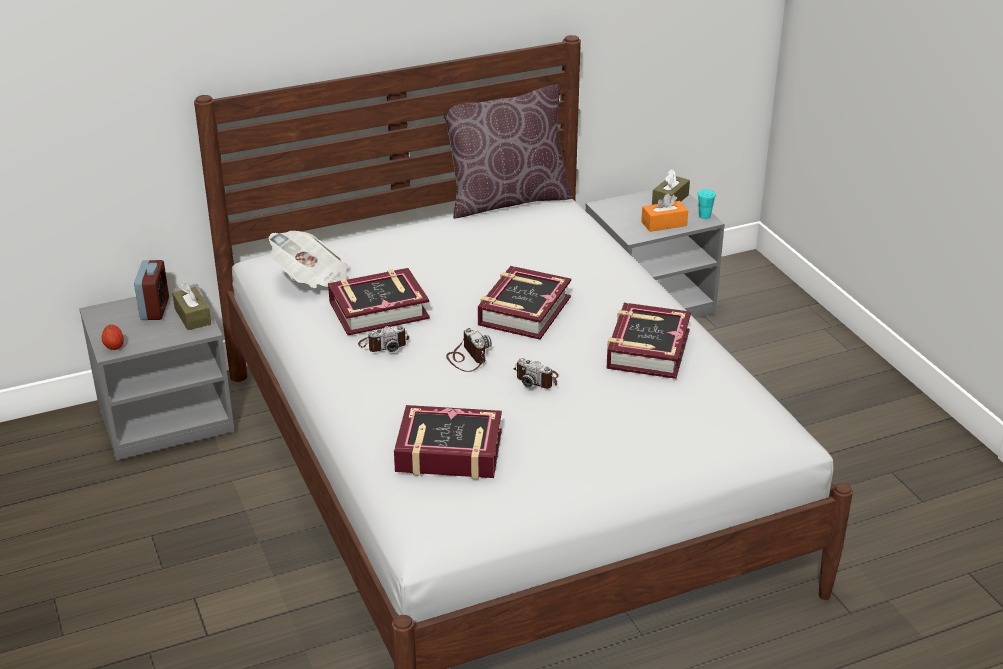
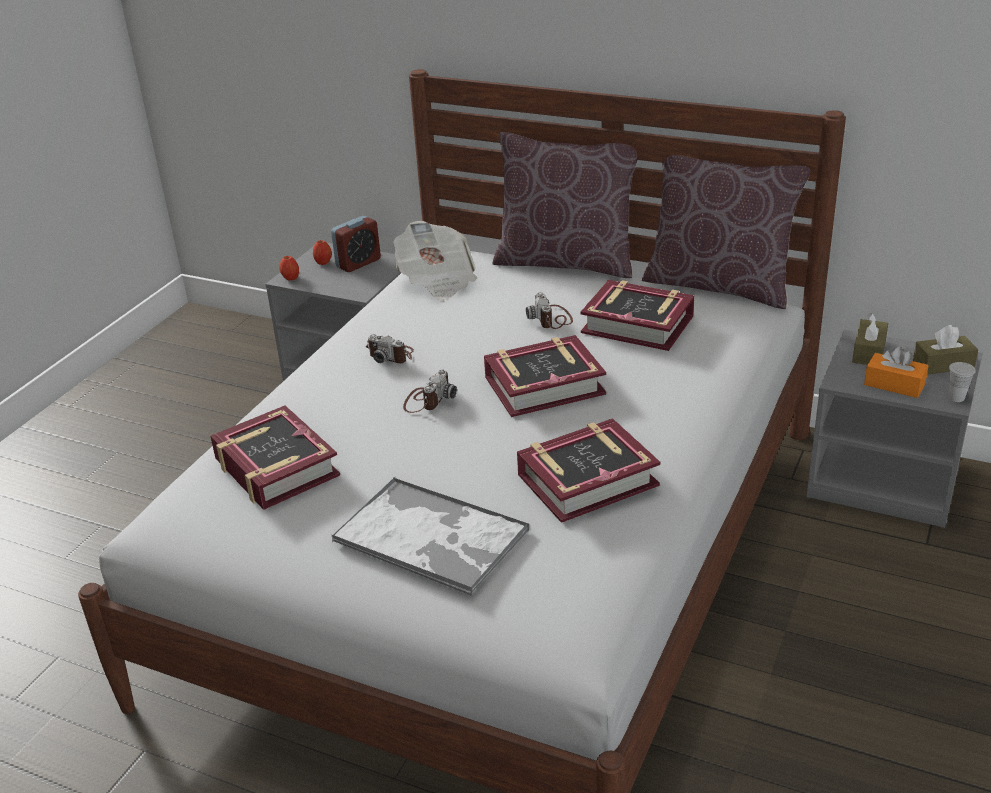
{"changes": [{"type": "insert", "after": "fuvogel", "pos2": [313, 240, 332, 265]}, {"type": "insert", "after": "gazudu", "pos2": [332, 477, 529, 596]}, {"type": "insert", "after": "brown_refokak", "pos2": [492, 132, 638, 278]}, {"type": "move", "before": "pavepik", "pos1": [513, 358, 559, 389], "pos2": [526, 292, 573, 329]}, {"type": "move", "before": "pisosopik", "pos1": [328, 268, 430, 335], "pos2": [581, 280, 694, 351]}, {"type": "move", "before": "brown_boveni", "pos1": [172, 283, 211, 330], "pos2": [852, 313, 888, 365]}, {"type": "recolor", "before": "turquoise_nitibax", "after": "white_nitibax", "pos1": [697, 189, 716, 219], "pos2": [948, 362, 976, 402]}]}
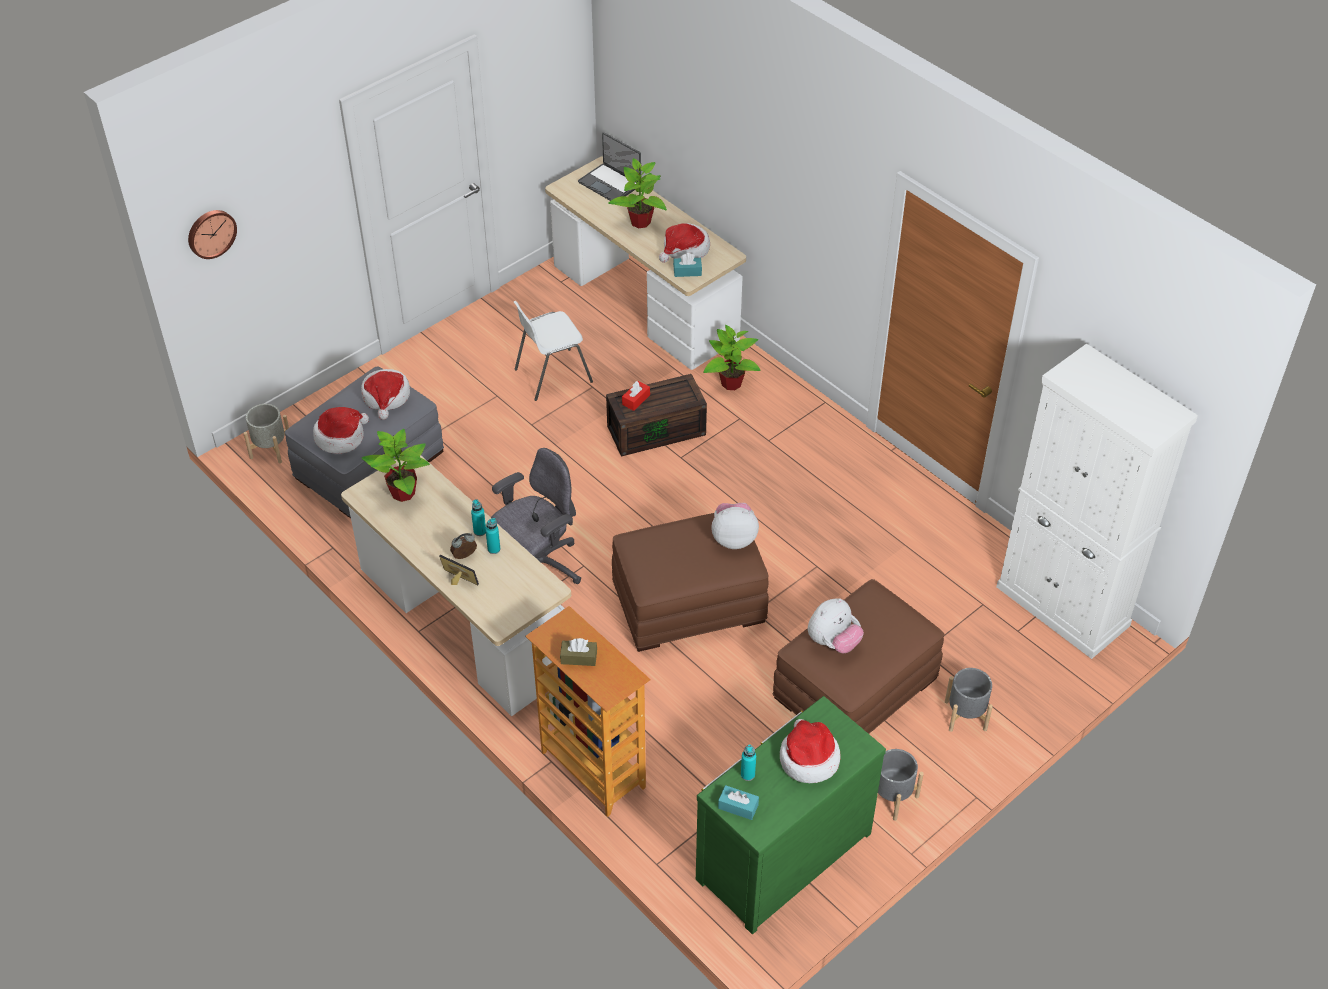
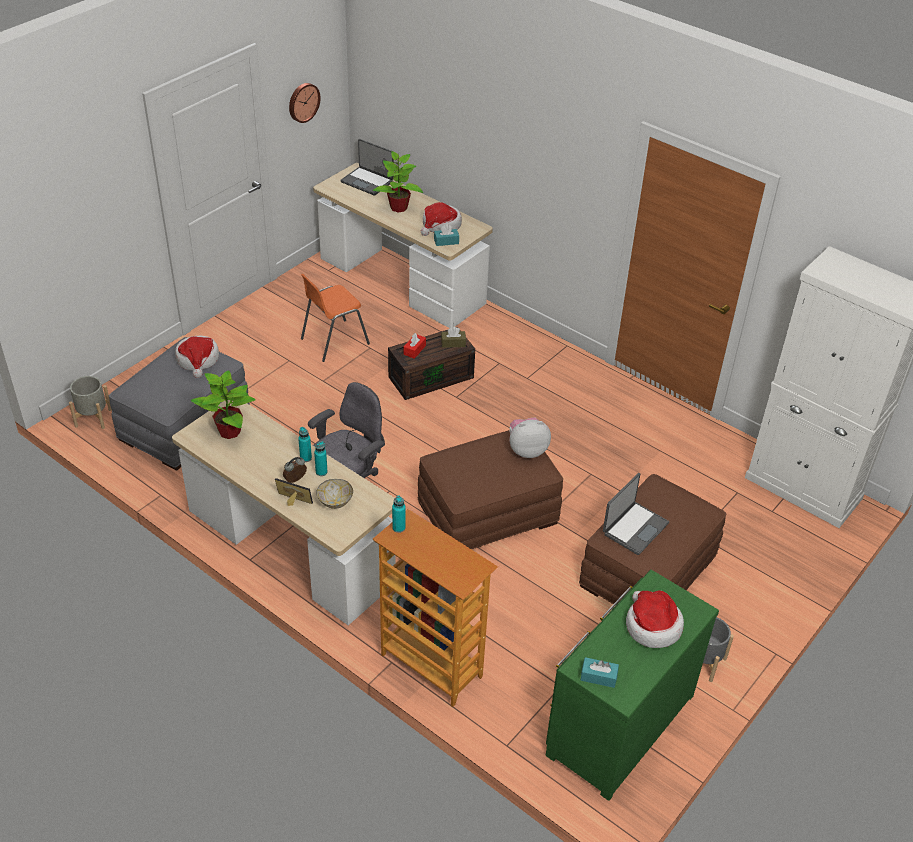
{"changes": [{"type": "move", "before": "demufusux", "pos1": [188, 210, 237, 259], "pos2": [289, 83, 321, 123]}, {"type": "recolor", "before": "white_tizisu", "after": "orange_tizisu", "pos1": [514, 301, 593, 401], "pos2": [301, 274, 370, 362]}, {"type": "insert", "after": "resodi", "pos2": [316, 479, 353, 509]}, {"type": "move", "before": "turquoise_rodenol", "pos1": [741, 744, 756, 781], "pos2": [392, 495, 406, 533]}, {"type": "move", "before": "brown_boveni", "pos1": [560, 638, 597, 666], "pos2": [441, 327, 466, 348]}, {"type": "replace", "before": "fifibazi", "after": "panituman", "pos1": [808, 598, 864, 653], "pos2": [603, 473, 669, 555]}, {"type": "delete", "before": "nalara", "pos1": [313, 407, 369, 454]}, {"type": "delete", "before": "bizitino", "pos1": [703, 325, 760, 390]}, {"type": "delete", "before": "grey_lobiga", "pos1": [945, 668, 993, 732]}]}
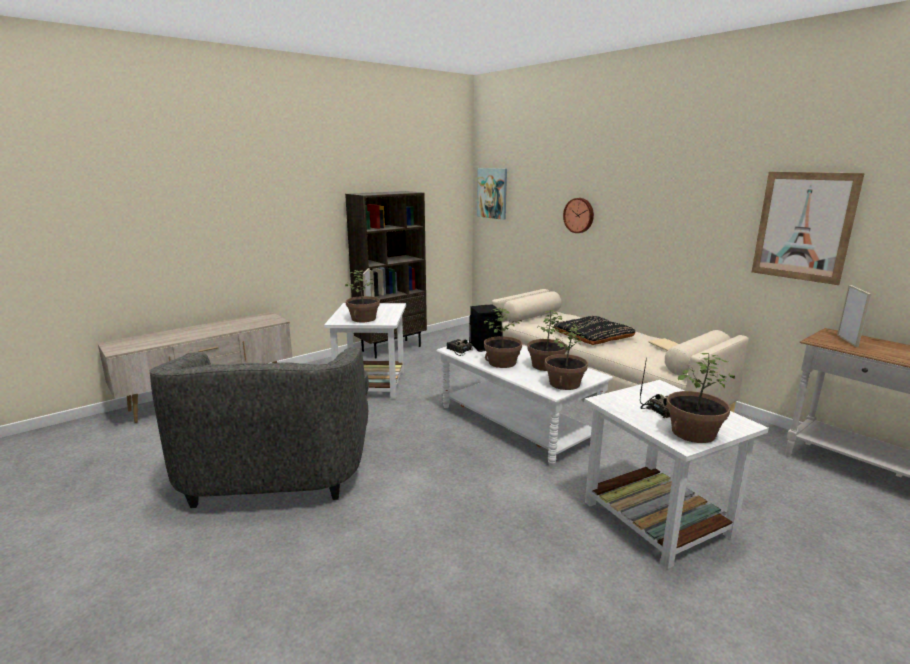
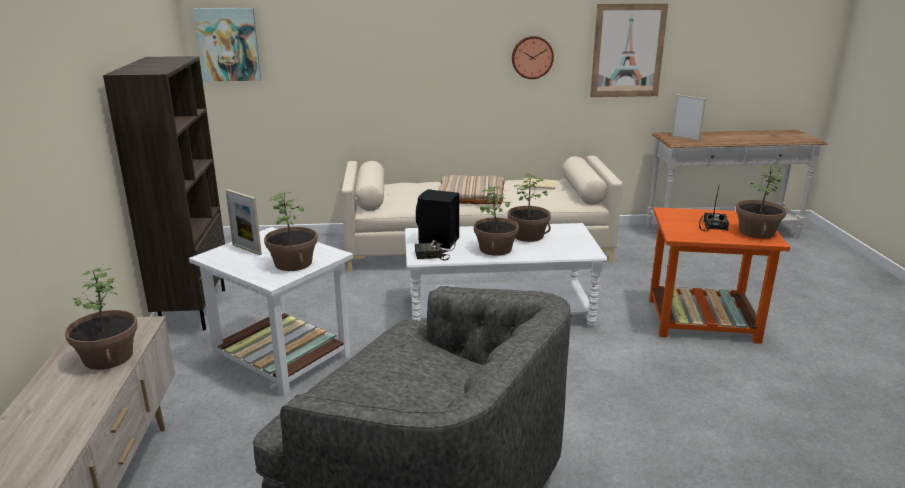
{"changes": [{"type": "move", "before": "bizitino", "pos1": [545, 324, 588, 390], "pos2": [65, 268, 137, 370]}, {"type": "recolor", "before": "black_refokak", "after": "beige_refokak", "pos1": [554, 316, 636, 345], "pos2": [438, 175, 505, 204]}, {"type": "move", "before": "demufusux", "pos1": [563, 198, 594, 233], "pos2": [512, 36, 554, 79]}, {"type": "recolor", "before": "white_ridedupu", "after": "orange_ridedupu", "pos1": [584, 380, 769, 569], "pos2": [649, 207, 790, 344]}]}
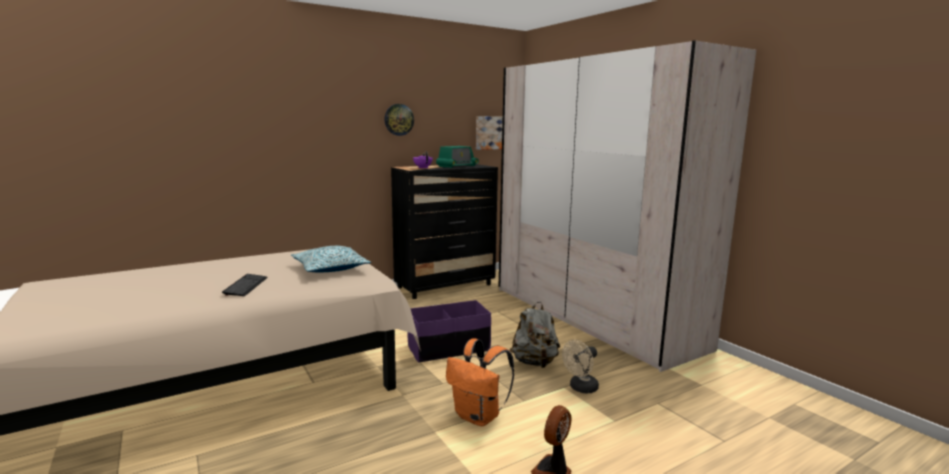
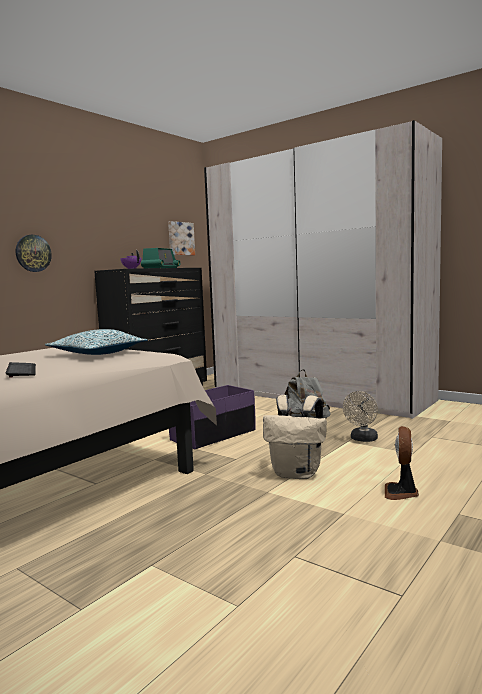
{"changes": [{"type": "move", "before": "demufusux", "pos1": [384, 104, 414, 136], "pos2": [16, 235, 52, 272]}, {"type": "recolor", "before": "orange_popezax", "after": "beige_popezax", "pos1": [446, 338, 514, 426], "pos2": [263, 395, 327, 479]}]}
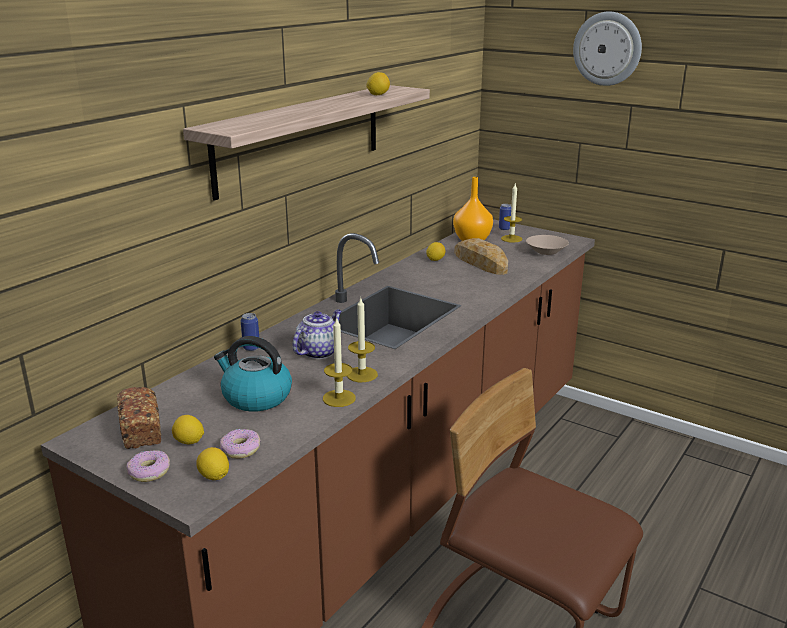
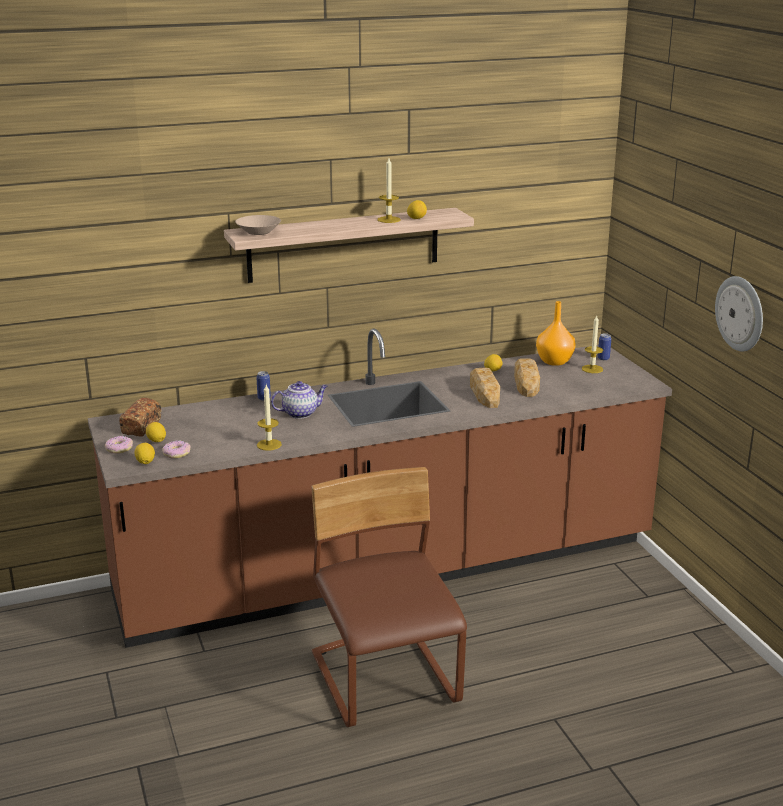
{"changes": [{"type": "move", "before": "beige_resodi", "pos1": [526, 235, 569, 255], "pos2": [235, 215, 281, 235]}, {"type": "move", "before": "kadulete", "pos1": [347, 298, 378, 382], "pos2": [377, 158, 401, 223]}, {"type": "insert", "after": "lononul", "pos2": [470, 367, 500, 408]}, {"type": "move", "before": "demufusux", "pos1": [573, 11, 642, 86], "pos2": [715, 276, 763, 352]}, {"type": "delete", "before": "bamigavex", "pos1": [214, 336, 292, 412]}]}
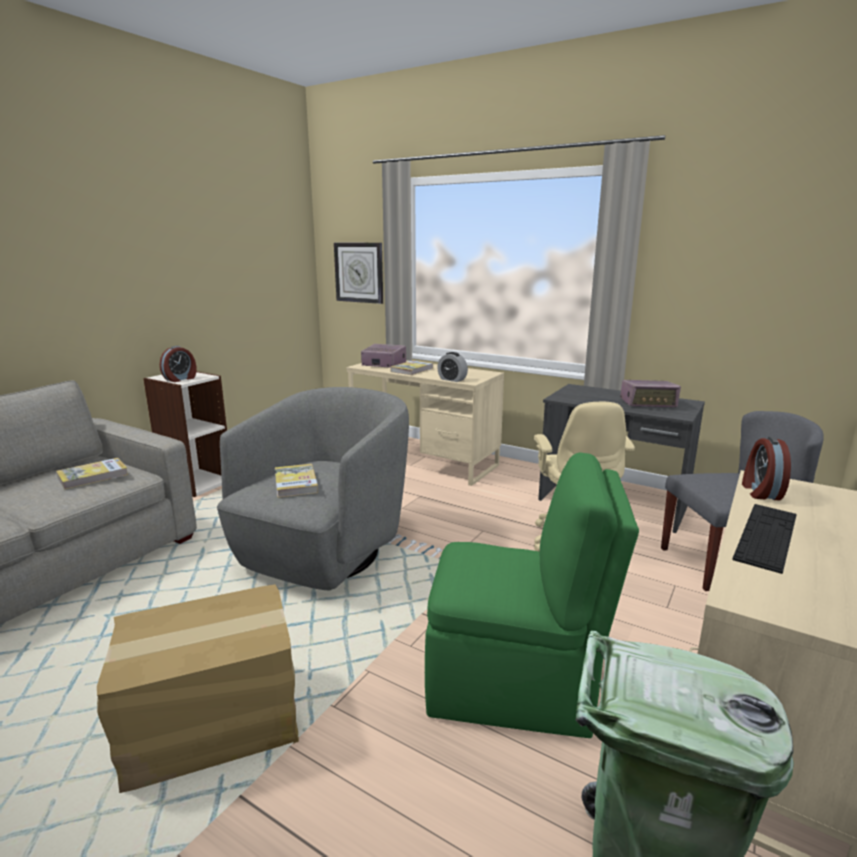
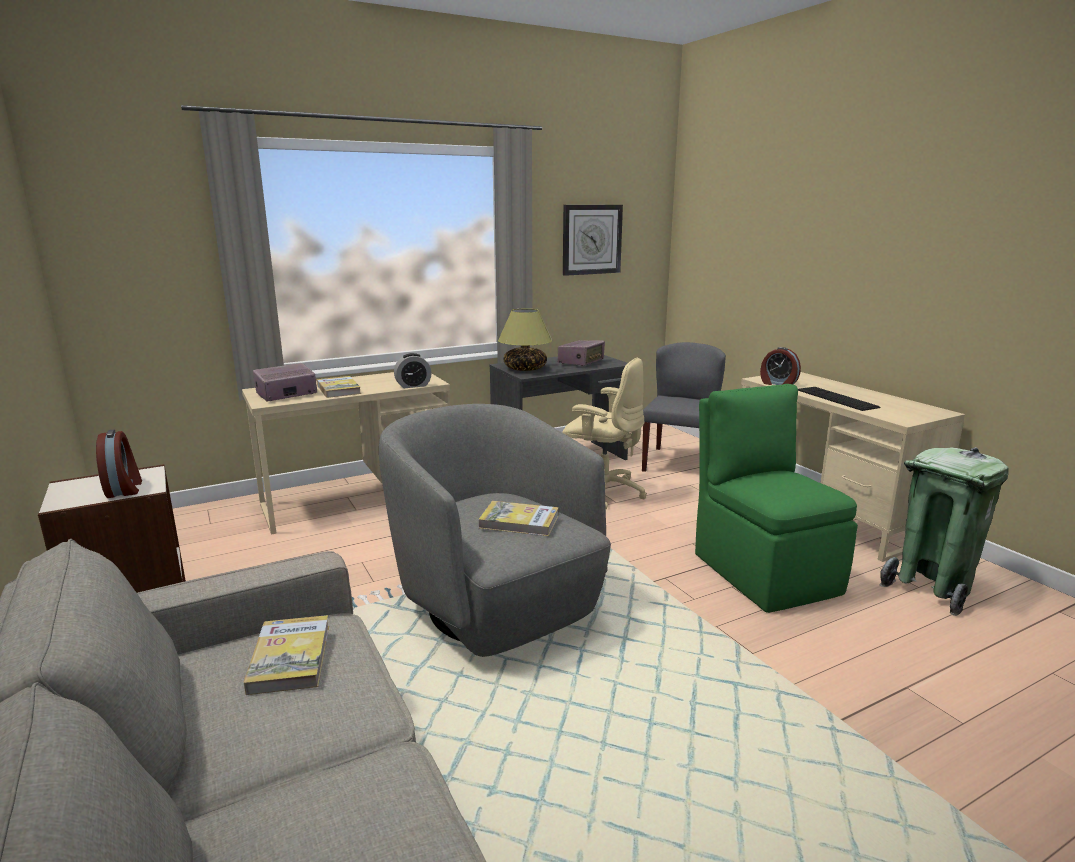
{"changes": [{"type": "insert", "after": "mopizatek", "pos2": [498, 308, 552, 371]}, {"type": "move", "before": "demufusux", "pos1": [334, 243, 383, 304], "pos2": [563, 205, 623, 276]}, {"type": "rotate", "before": "green_tizisu", "pos1": [425, 452, 639, 738], "pos2": [695, 384, 858, 613], "turn": -60}, {"type": "delete", "before": "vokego", "pos1": [97, 584, 299, 793]}]}
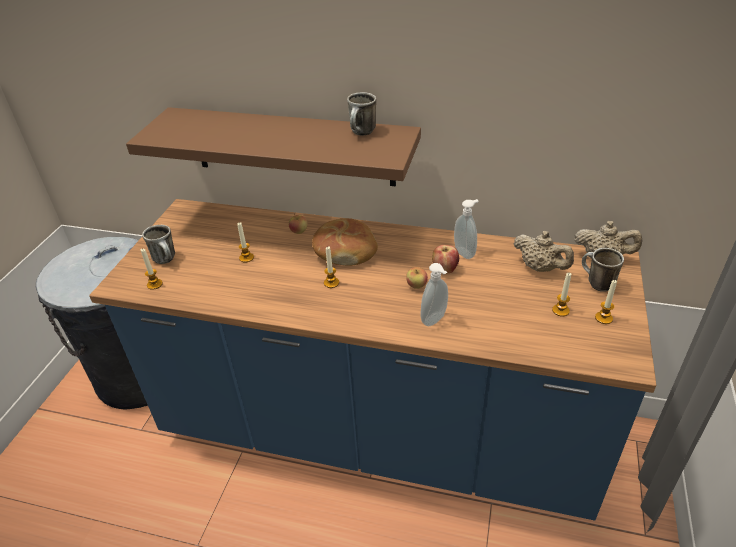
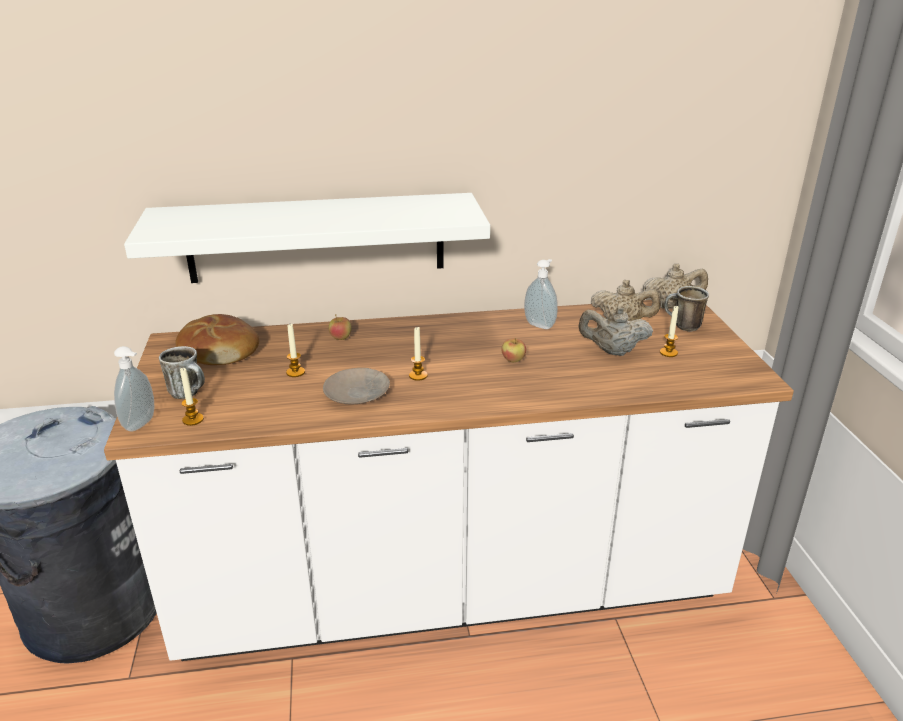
{"changes": [{"type": "recolor", "before": "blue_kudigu", "after": "white_kudigu", "pos1": [89, 199, 656, 521], "pos2": [104, 300, 794, 661]}, {"type": "move", "before": "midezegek", "pos1": [421, 263, 448, 326], "pos2": [114, 346, 154, 432]}, {"type": "recolor", "before": "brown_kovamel", "after": "white_kovamel", "pos1": [126, 107, 421, 186], "pos2": [124, 193, 490, 283]}, {"type": "move", "before": "lononul", "pos1": [312, 218, 378, 266], "pos2": [176, 314, 260, 365]}, {"type": "insert", "after": "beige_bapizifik", "pos2": [323, 368, 390, 405]}, {"type": "insert", "after": "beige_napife", "pos2": [578, 306, 653, 356]}, {"type": "delete", "before": "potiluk", "pos1": [347, 92, 376, 136]}, {"type": "delete", "before": "fuvogel", "pos1": [432, 245, 459, 274]}, {"type": "delete", "before": "kadulete", "pos1": [595, 280, 617, 324]}]}
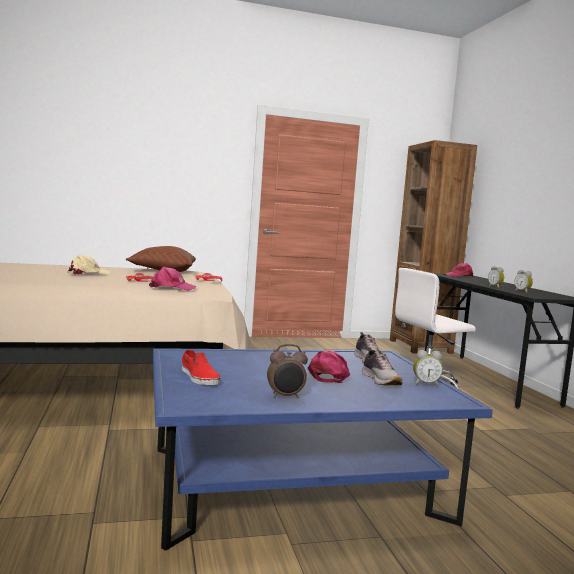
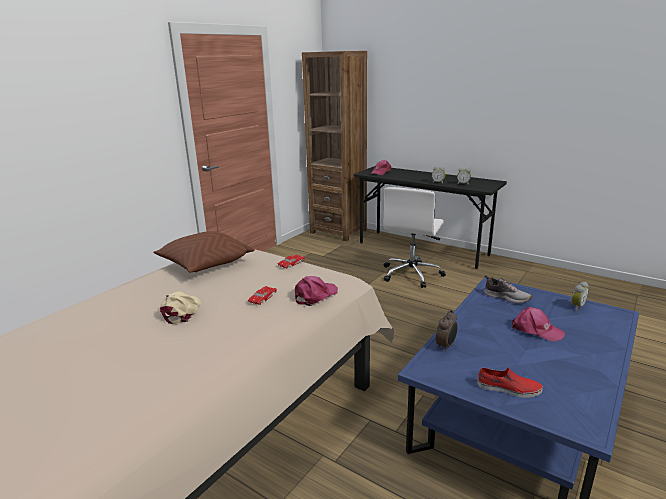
{"changes": [{"type": "move", "before": "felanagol", "pos1": [267, 344, 308, 398], "pos2": [436, 310, 458, 351]}, {"type": "rotate", "before": "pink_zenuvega", "pos1": [307, 350, 350, 383], "pos2": [512, 307, 565, 342], "turn": 150}, {"type": "delete", "before": "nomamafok", "pos1": [362, 347, 402, 385]}]}
